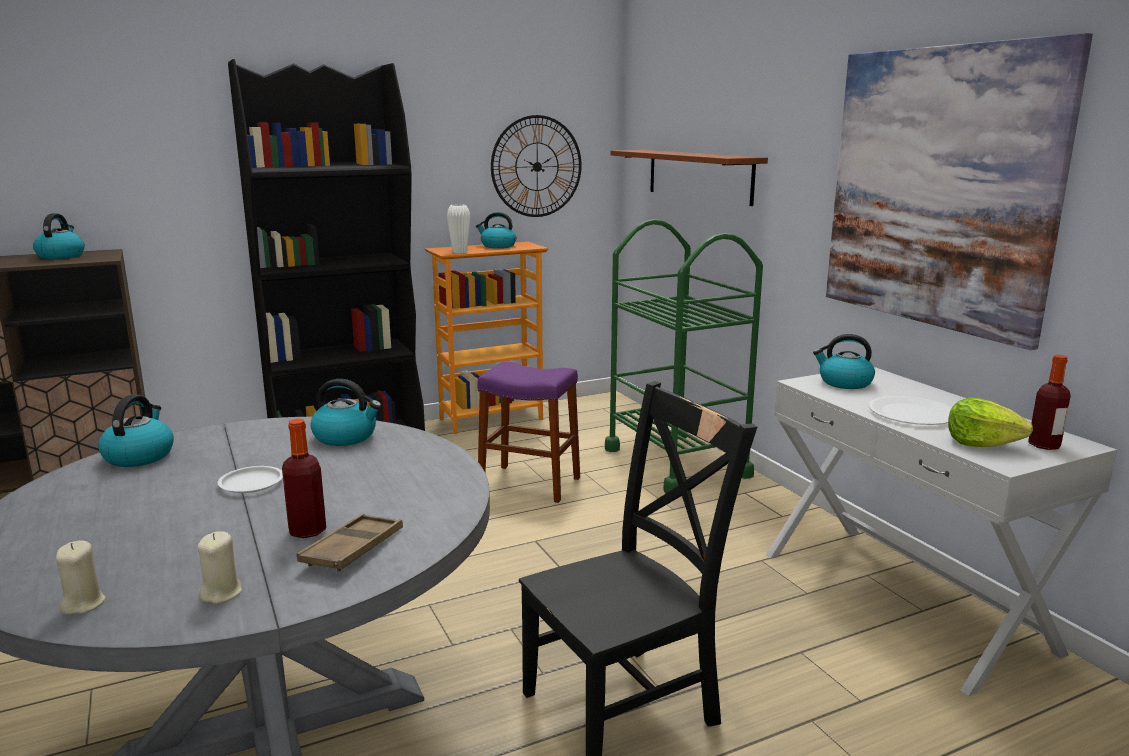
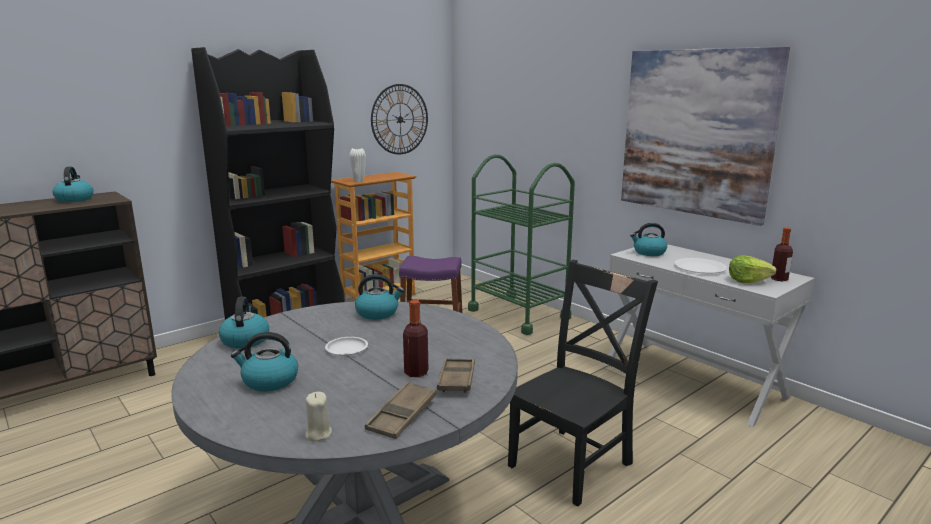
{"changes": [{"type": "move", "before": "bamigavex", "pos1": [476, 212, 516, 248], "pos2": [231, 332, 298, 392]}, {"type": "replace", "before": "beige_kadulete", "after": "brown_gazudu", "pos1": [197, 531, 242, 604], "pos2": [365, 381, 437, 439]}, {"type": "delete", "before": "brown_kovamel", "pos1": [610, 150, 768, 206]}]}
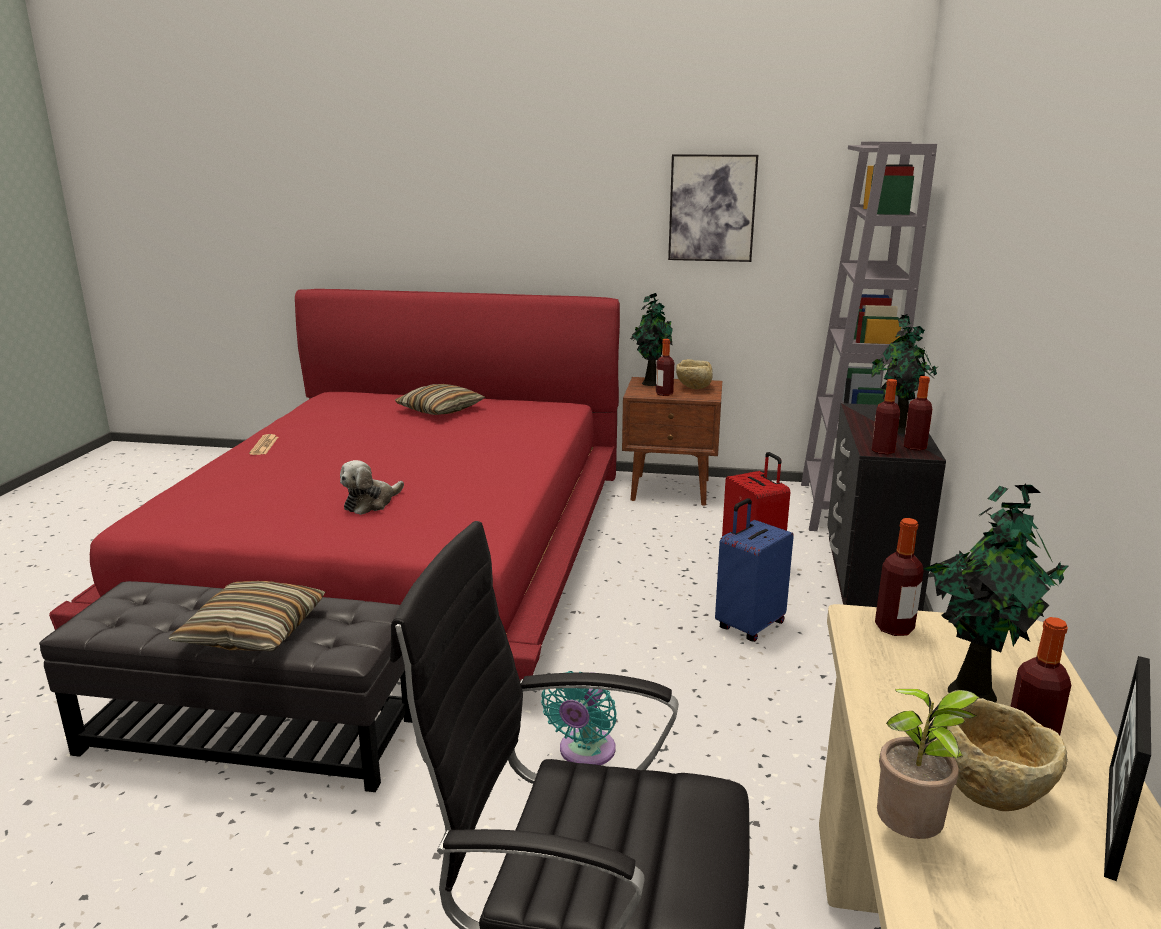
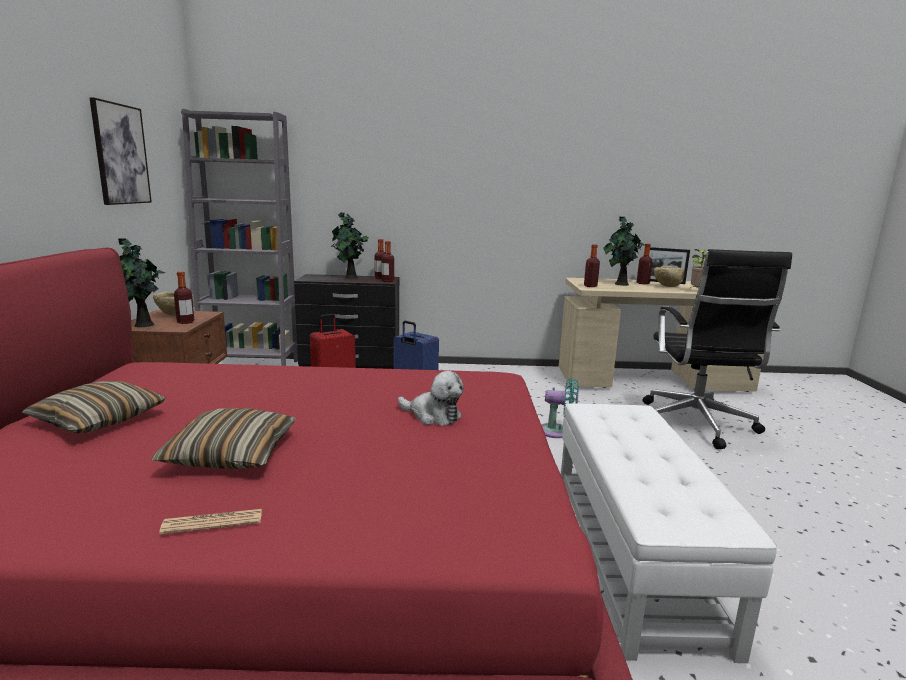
{"changes": [{"type": "move", "before": "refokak", "pos1": [169, 581, 325, 651], "pos2": [151, 408, 296, 469]}, {"type": "recolor", "before": "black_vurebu", "after": "white_vurebu", "pos1": [39, 581, 412, 792], "pos2": [561, 404, 777, 663]}]}
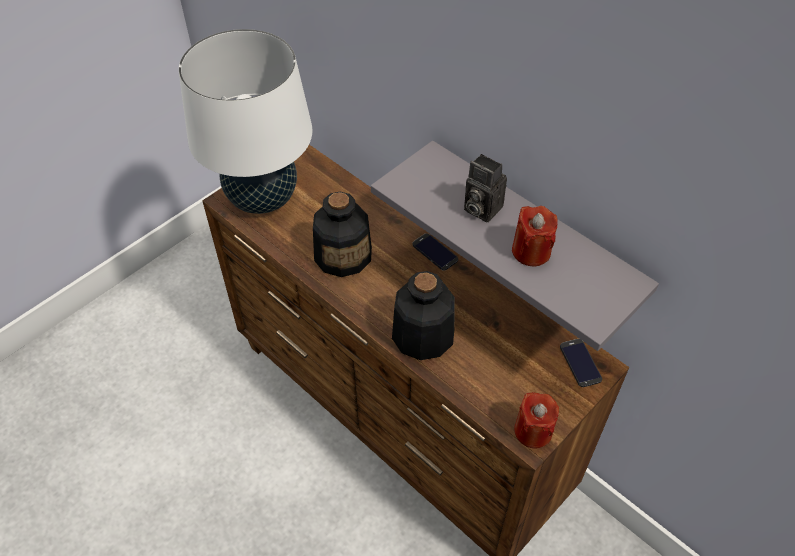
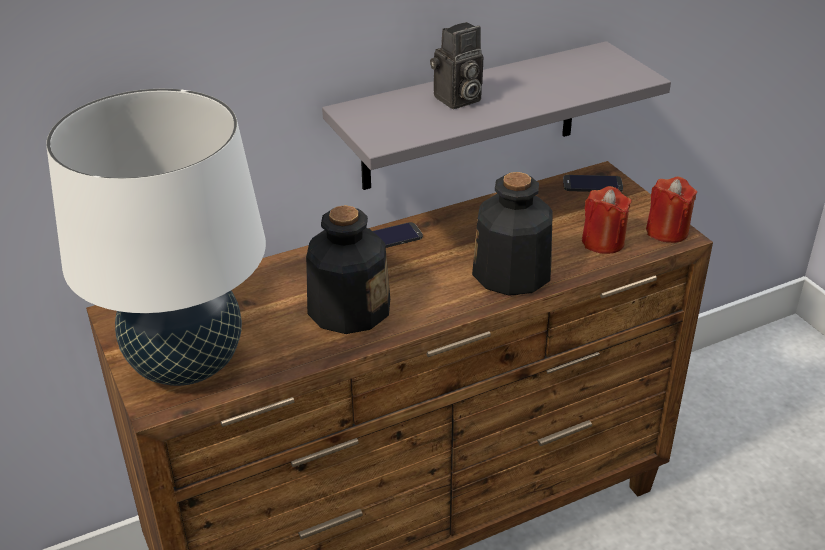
{"changes": [{"type": "move", "before": "red_kadulete", "pos1": [512, 206, 558, 267], "pos2": [582, 186, 632, 254]}]}
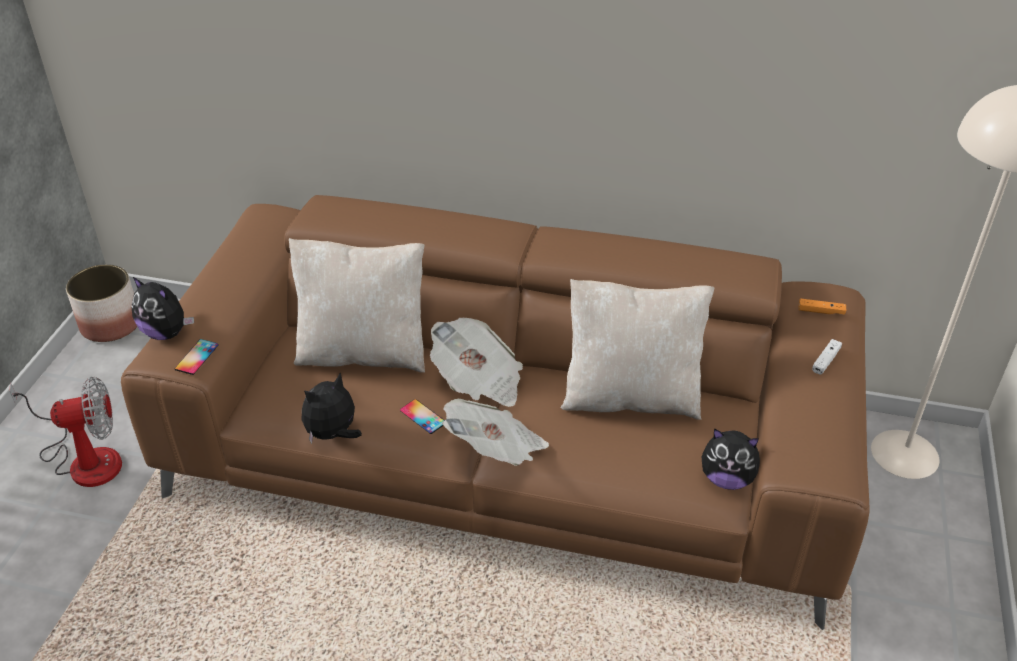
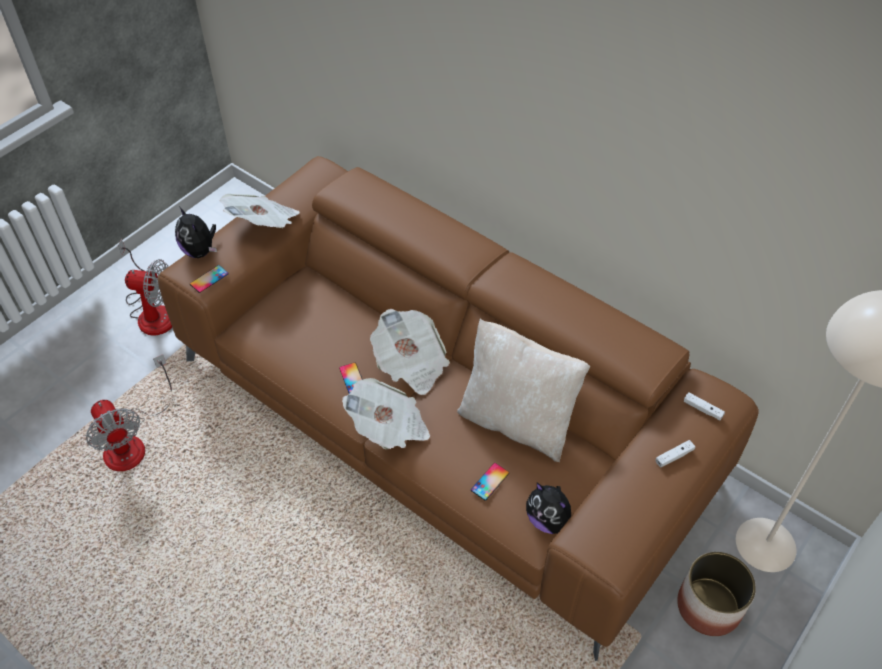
{"changes": [{"type": "insert", "after": "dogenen", "pos2": [86, 354, 172, 471]}, {"type": "insert", "after": "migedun", "pos2": [220, 194, 300, 228]}, {"type": "insert", "after": "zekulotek", "pos2": [471, 463, 509, 501]}, {"type": "move", "before": "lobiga", "pos1": [66, 264, 137, 342], "pos2": [677, 552, 756, 636]}, {"type": "recolor", "before": "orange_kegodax", "after": "white_kegodax", "pos1": [798, 298, 846, 314], "pos2": [684, 392, 725, 421]}, {"type": "delete", "before": "beige_refokak", "pos1": [289, 238, 425, 373]}, {"type": "delete", "before": "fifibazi", "pos1": [302, 372, 362, 444]}]}
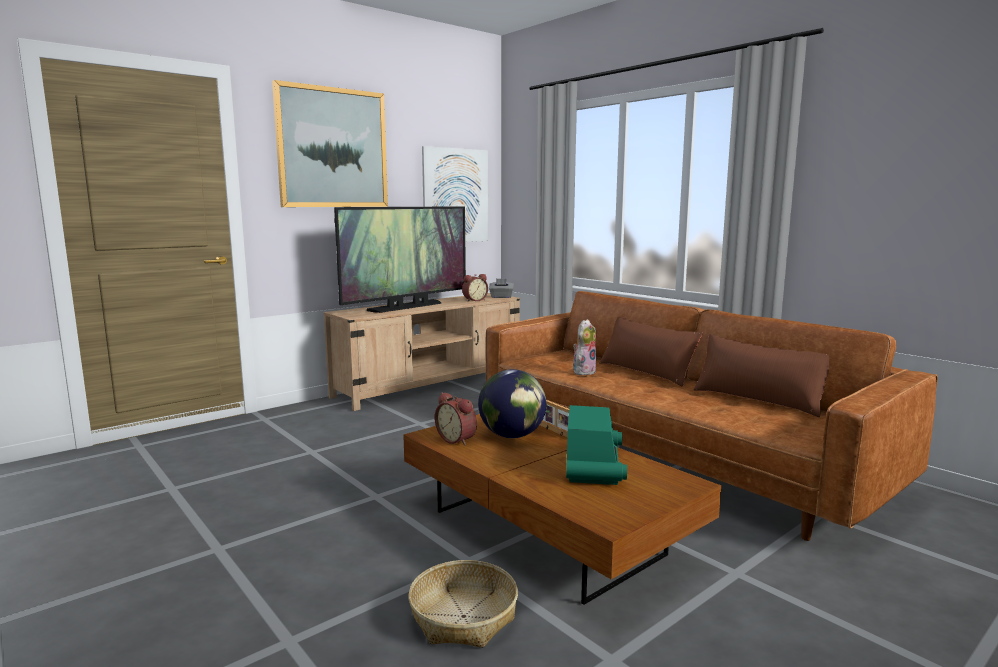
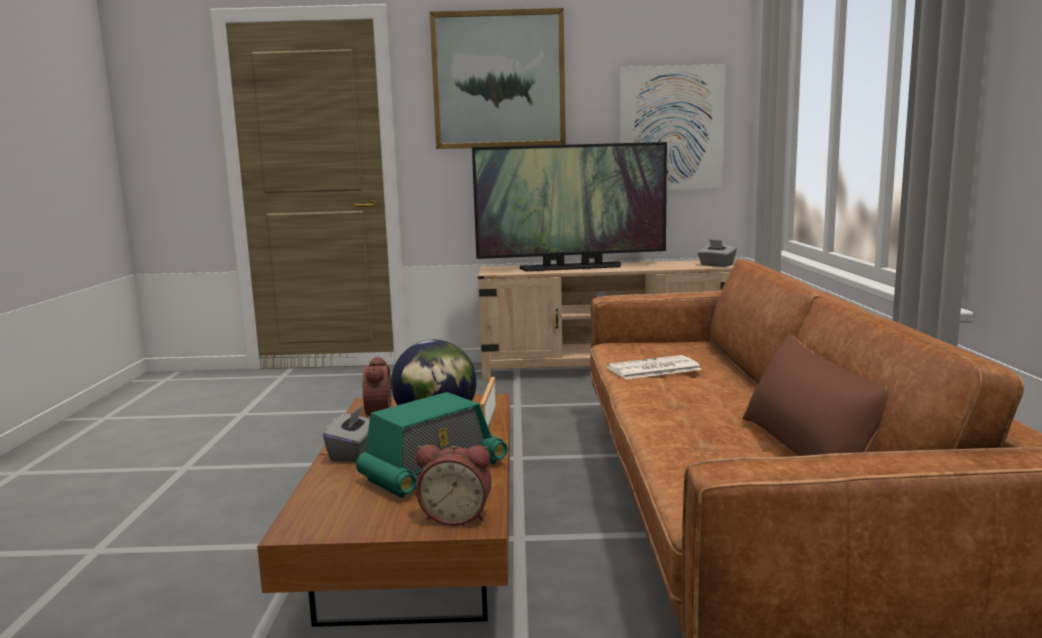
{"changes": [{"type": "insert", "after": "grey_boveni", "pos2": [323, 406, 370, 462]}, {"type": "move", "before": "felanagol", "pos1": [462, 274, 488, 301], "pos2": [416, 445, 491, 526]}, {"type": "replace", "before": "fifibazi", "after": "migedun", "pos1": [573, 319, 596, 375], "pos2": [606, 355, 702, 379]}, {"type": "delete", "before": "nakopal", "pos1": [408, 560, 518, 648]}, {"type": "delete", "before": "brown_refokak", "pos1": [599, 317, 703, 387]}]}
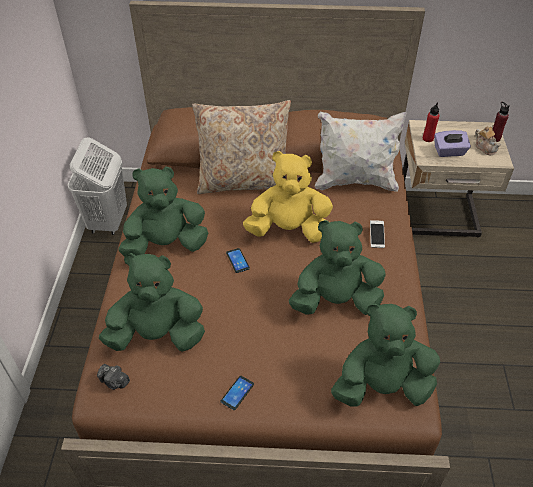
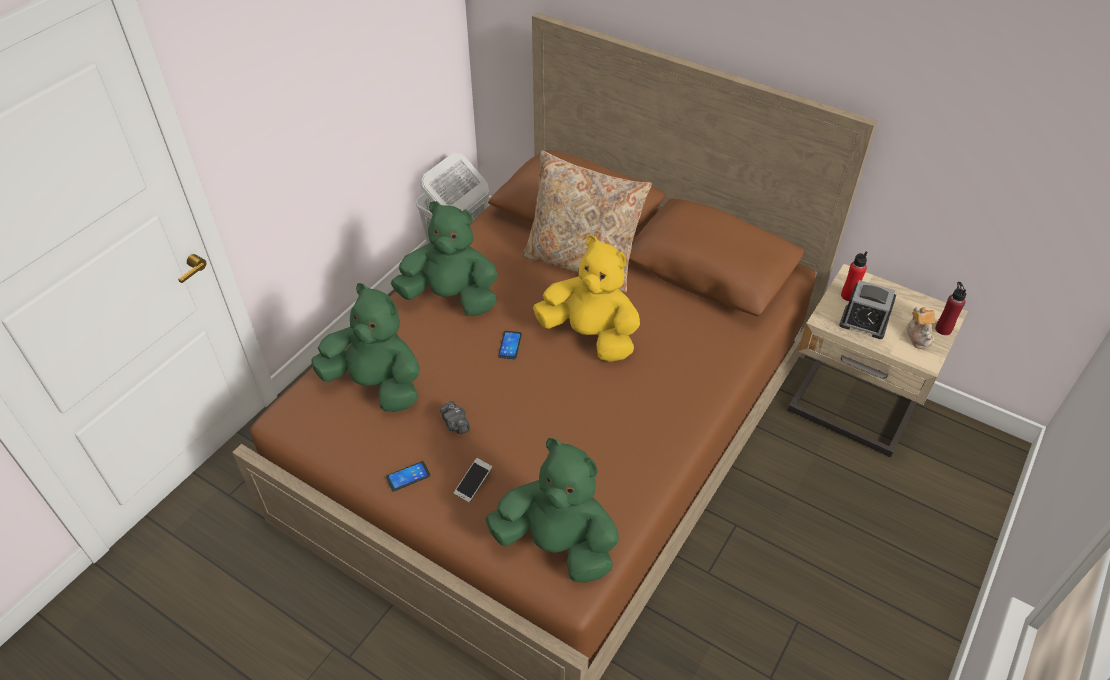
{"changes": [{"type": "move", "before": "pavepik", "pos1": [97, 364, 130, 390], "pos2": [440, 401, 470, 434]}, {"type": "move", "before": "zekulotek", "pos1": [370, 220, 385, 248], "pos2": [454, 458, 492, 502]}, {"type": "replace", "before": "purple_boveni", "after": "felanagol", "pos1": [434, 130, 471, 157], "pos2": [839, 280, 896, 339]}, {"type": "delete", "before": "green_fifibazi", "pos1": [289, 220, 386, 315]}, {"type": "delete", "before": "white_refokak", "pos1": [315, 112, 407, 192]}]}
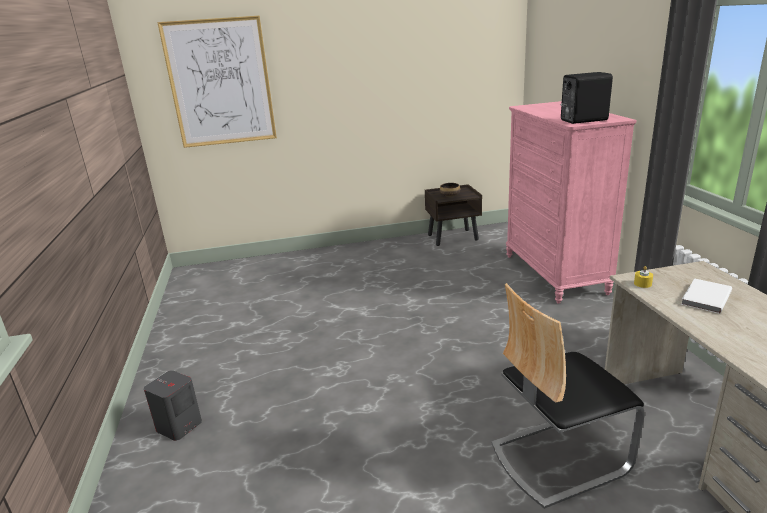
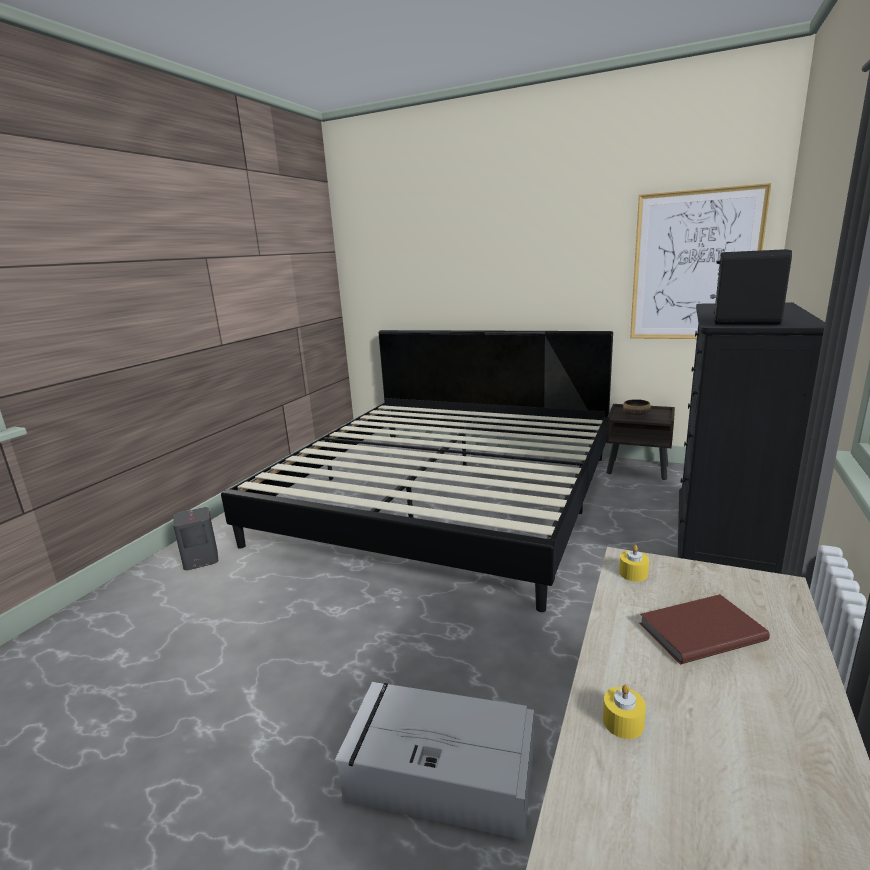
{"changes": [{"type": "insert", "after": "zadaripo", "pos2": [221, 330, 613, 612]}, {"type": "replace", "before": "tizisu", "after": "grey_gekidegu", "pos1": [492, 283, 645, 509], "pos2": [335, 682, 534, 840]}, {"type": "insert", "after": "yellow_kadulete", "pos2": [603, 684, 646, 739]}, {"type": "move", "before": "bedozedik", "pos1": [157, 16, 277, 148], "pos2": [630, 183, 772, 339]}, {"type": "recolor", "before": "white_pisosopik", "after": "brown_pisosopik", "pos1": [681, 278, 732, 314], "pos2": [639, 594, 770, 664]}, {"type": "recolor", "before": "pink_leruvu", "after": "black_leruvu", "pos1": [506, 101, 636, 304], "pos2": [678, 302, 825, 574]}]}
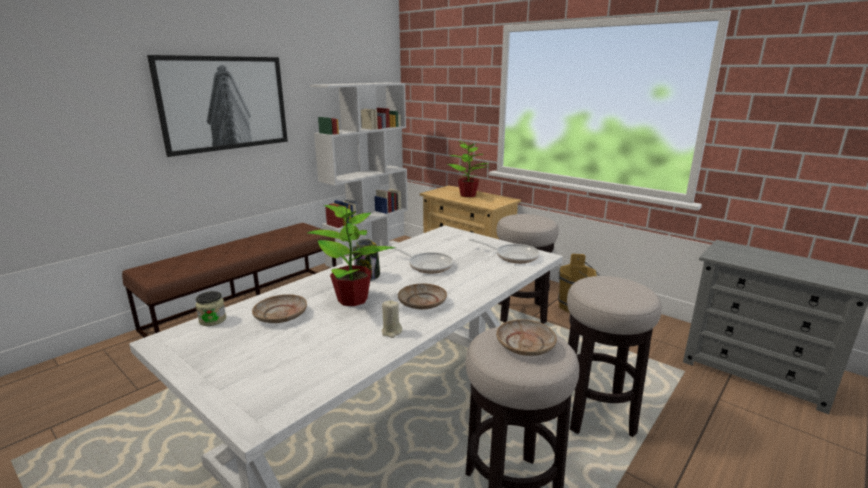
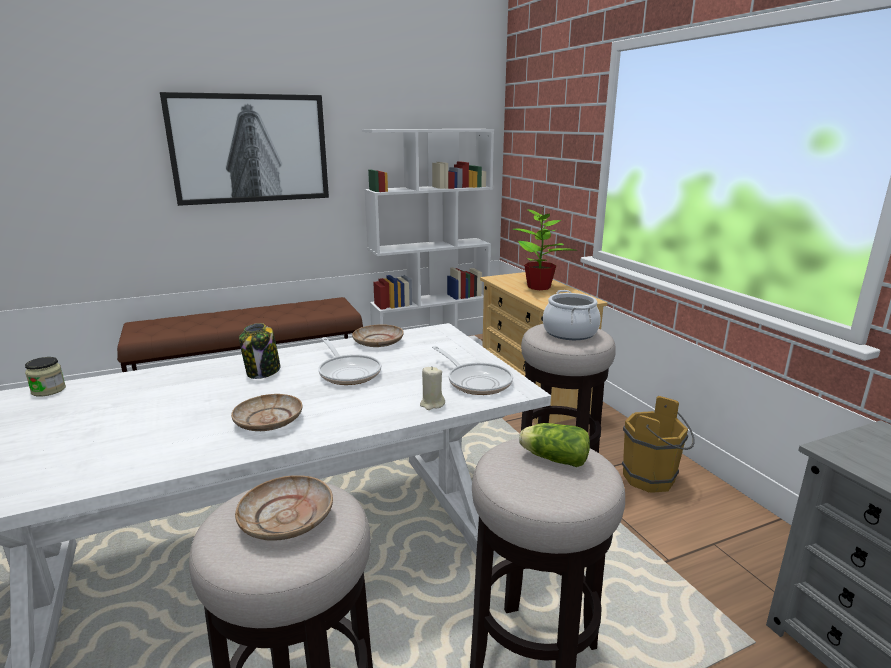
{"changes": [{"type": "move", "before": "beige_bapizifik", "pos1": [252, 294, 307, 323], "pos2": [352, 324, 404, 347]}, {"type": "move", "before": "beige_kadulete", "pos1": [381, 300, 402, 338], "pos2": [420, 366, 445, 410]}, {"type": "insert", "after": "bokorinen", "pos2": [519, 423, 590, 467]}, {"type": "insert", "after": "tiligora", "pos2": [543, 290, 600, 340]}, {"type": "delete", "before": "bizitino", "pos1": [308, 199, 395, 306]}]}
